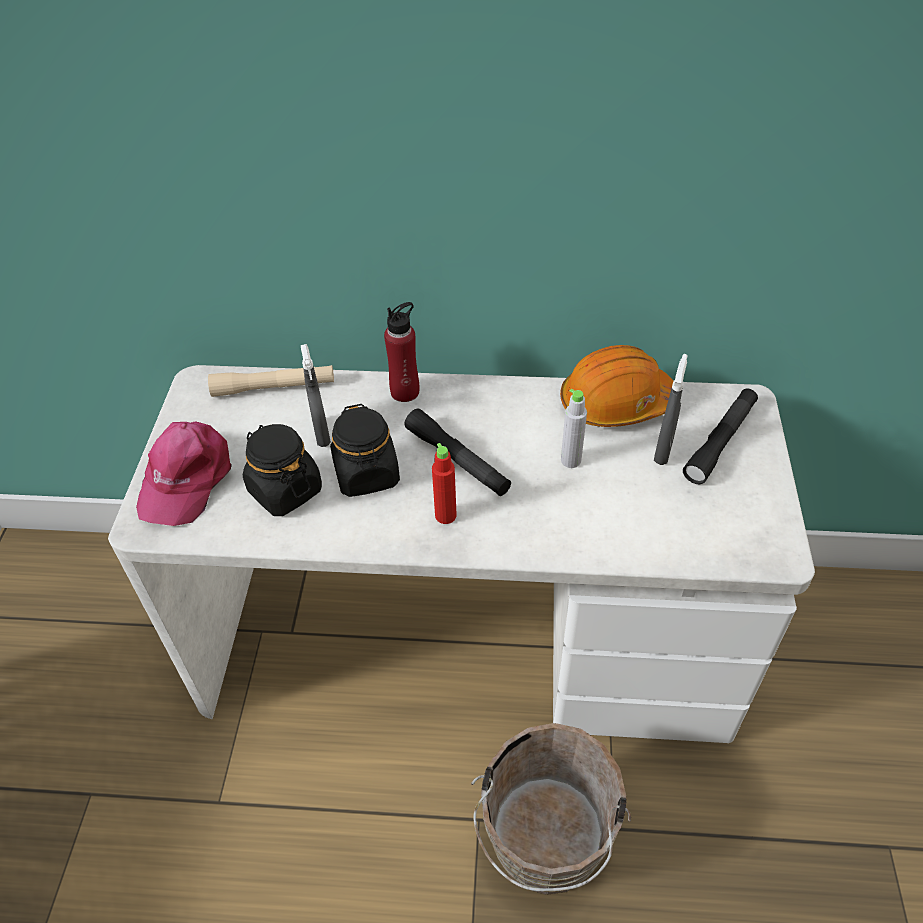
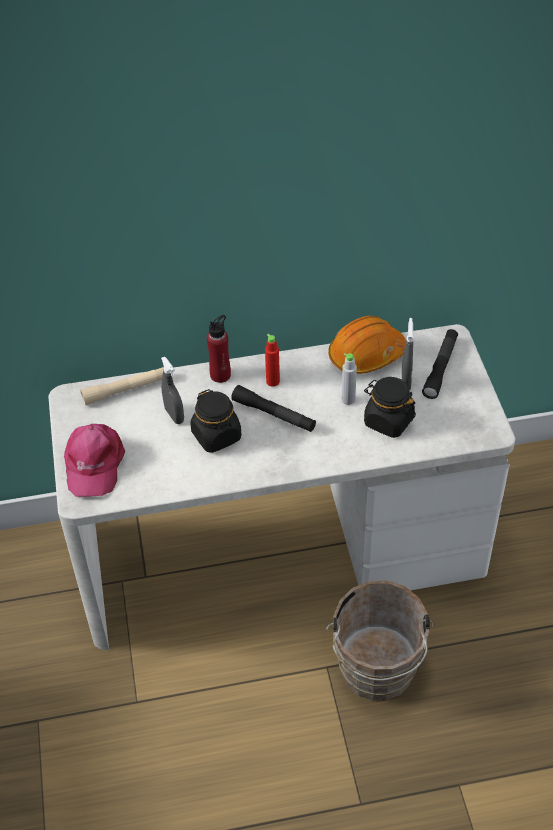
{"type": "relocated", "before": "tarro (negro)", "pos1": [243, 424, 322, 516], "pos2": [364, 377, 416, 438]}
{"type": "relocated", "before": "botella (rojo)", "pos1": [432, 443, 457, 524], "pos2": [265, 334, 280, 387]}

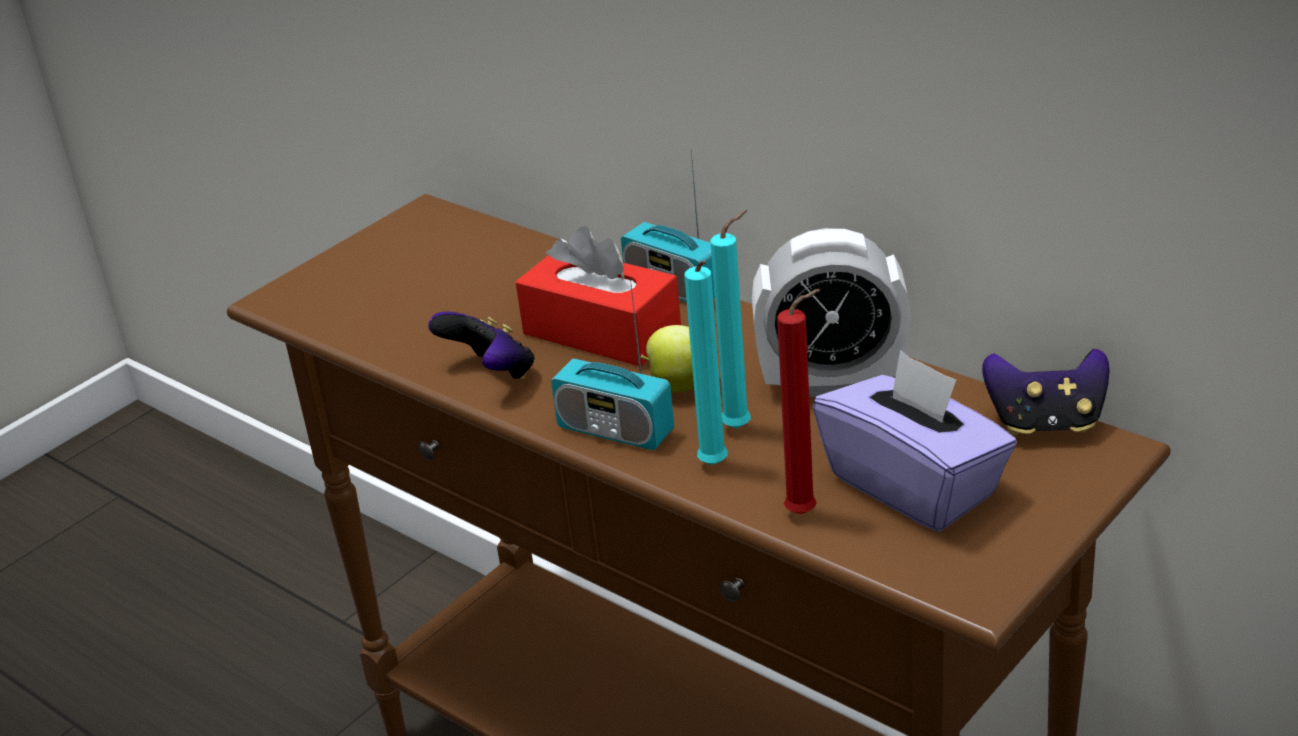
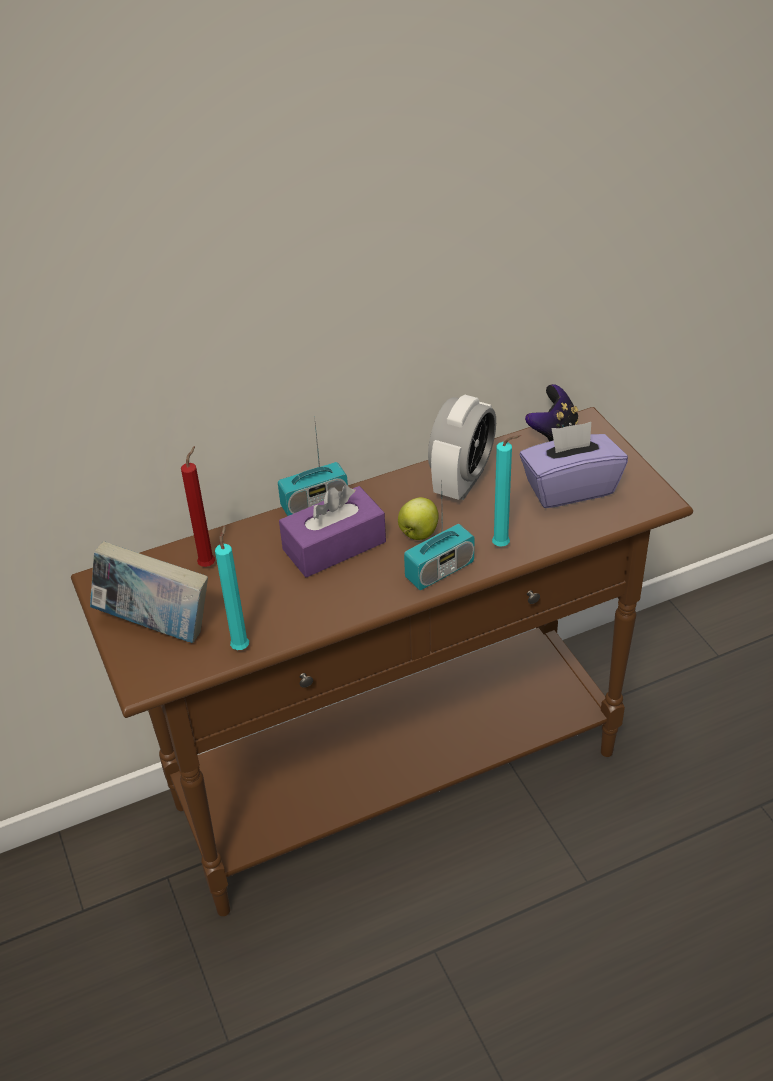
{"type": "missing", "before": "mando de consola", "pos1": [428, 312, 535, 379]}
{"type": "colour", "before": "caja de pañuelos (rojo)", "after": "caja de pañuelos (morado)", "pos1": [516, 226, 681, 366], "pos2": [279, 485, 386, 577]}
{"type": "relocated", "before": "vela (turquesa)", "pos1": [711, 210, 751, 429], "pos2": [215, 525, 249, 650]}
{"type": "relocated", "before": "vela (rojo)", "pos1": [777, 289, 821, 514], "pos2": [181, 446, 215, 567]}
{"type": "appeared", "after": "libro", "pos2": [90, 541, 208, 643]}

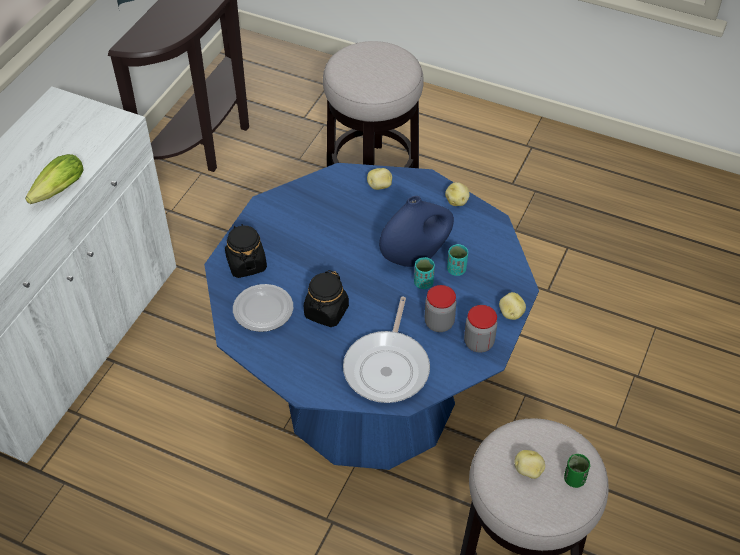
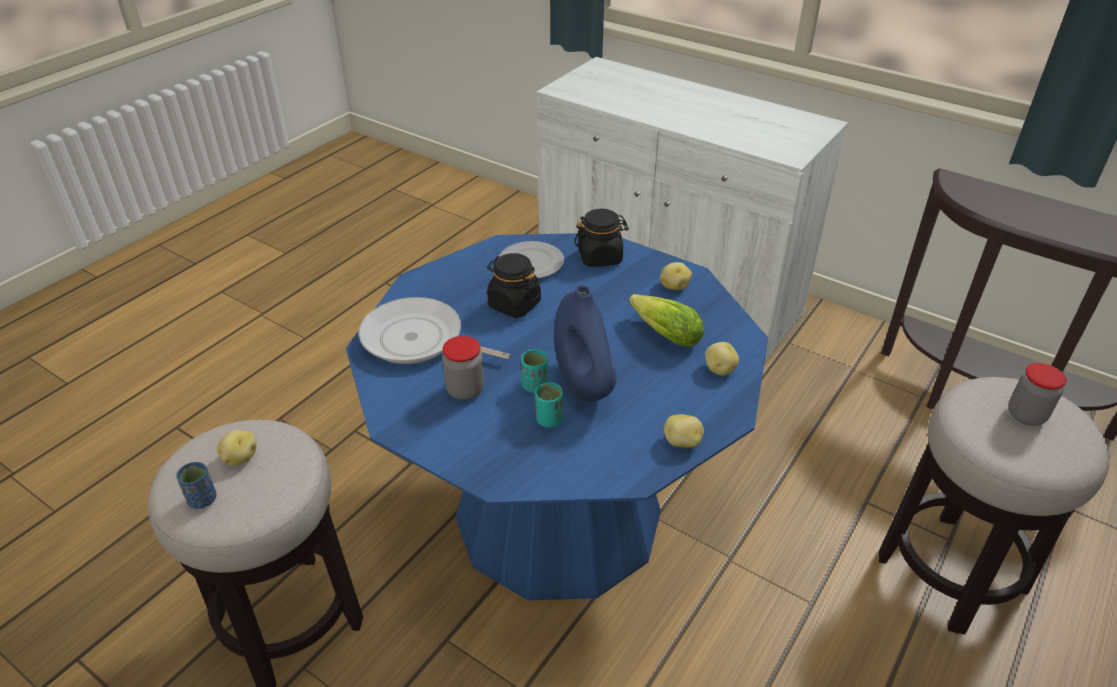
{"type": "relocated", "before": "lechuga", "pos1": [25, 154, 83, 204], "pos2": [629, 294, 704, 347]}
{"type": "relocated", "before": "tarro", "pos1": [464, 305, 497, 353], "pos2": [1009, 363, 1067, 426]}
{"type": "relocated", "before": "patata", "pos1": [499, 292, 526, 320], "pos2": [660, 262, 692, 290]}
{"type": "colour", "before": "taza (verde)", "after": "taza (azul)", "pos1": [564, 454, 590, 488], "pos2": [176, 462, 217, 509]}

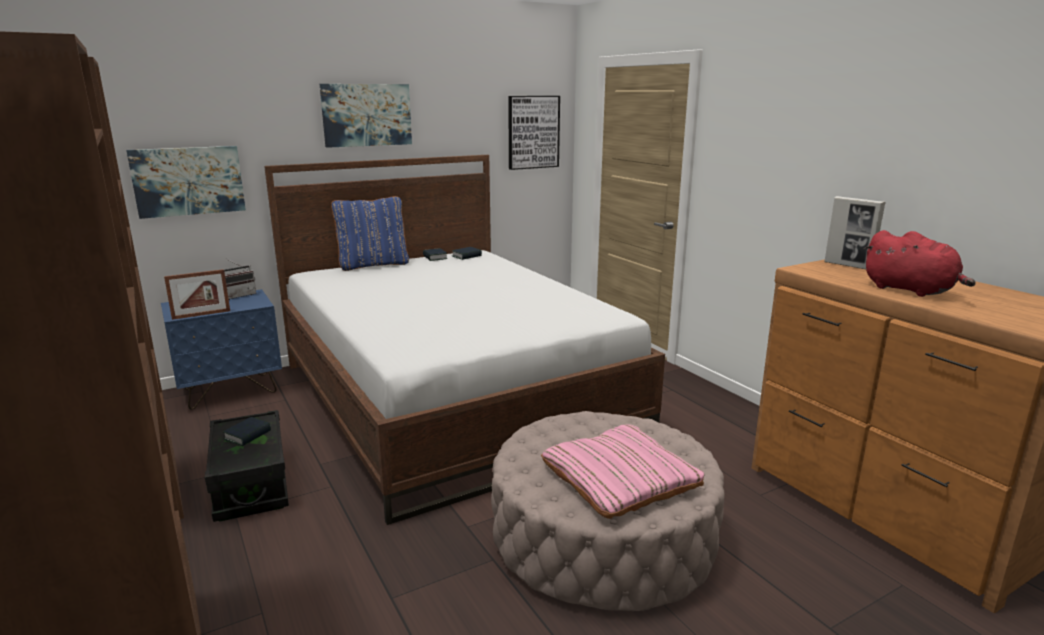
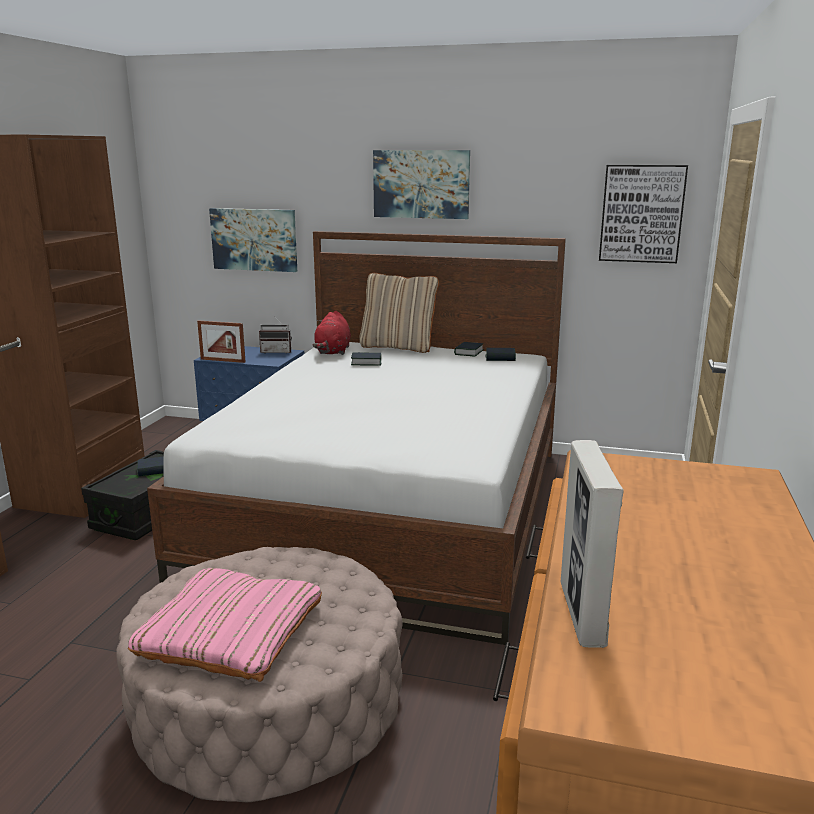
{"type": "colour", "before": "cojín (azul)", "after": "cojín (beis)", "pos1": [331, 196, 409, 271], "pos2": [359, 273, 439, 353]}
{"type": "relocated", "before": "portarretratos", "pos1": [824, 196, 886, 269], "pos2": [561, 440, 624, 648]}
{"type": "relocated", "before": "peluche (rojo)", "pos1": [864, 230, 976, 297], "pos2": [313, 311, 351, 355]}
{"type": "appeared", "after": "libro", "pos2": [351, 352, 381, 366]}

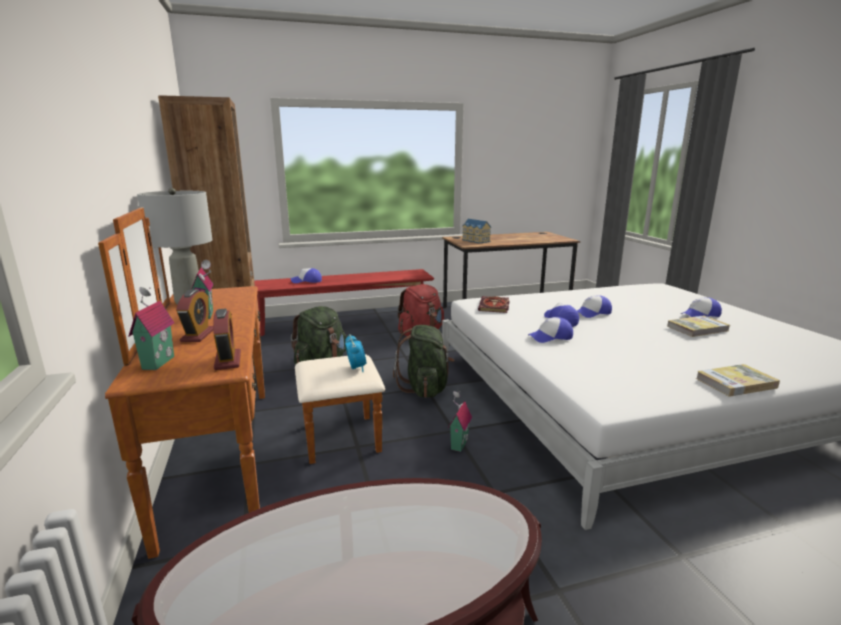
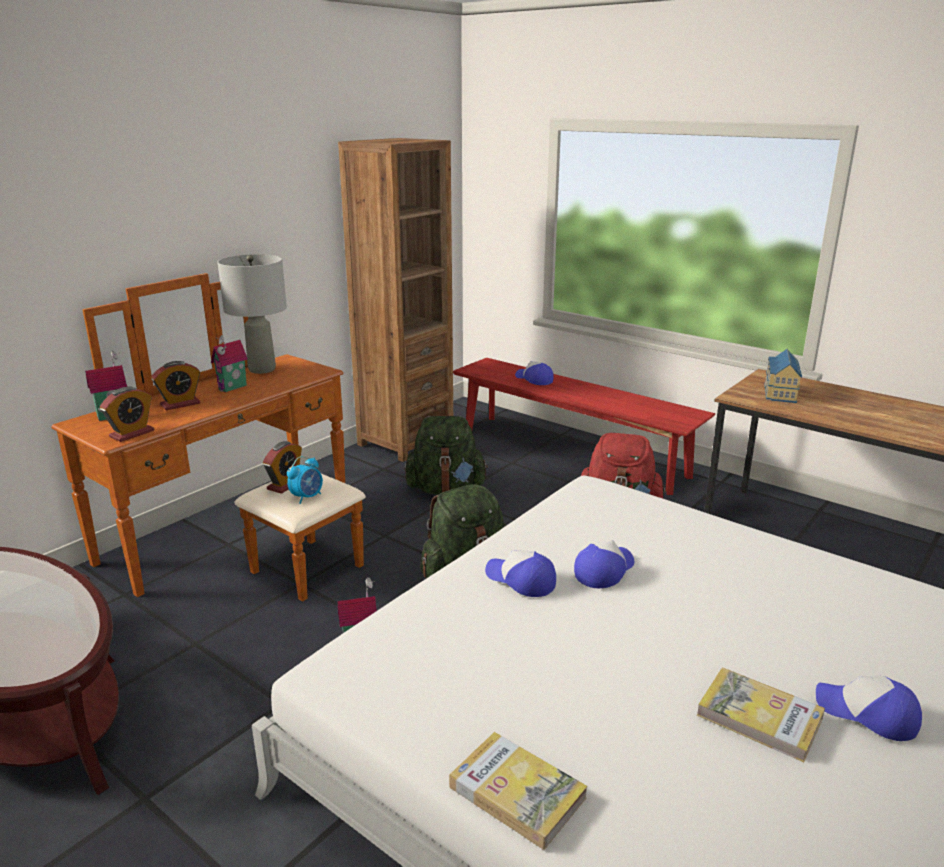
{"type": "missing", "before": "libro", "pos1": [478, 296, 509, 313]}
{"type": "missing", "before": "gorra", "pos1": [577, 295, 612, 318]}
{"type": "appeared", "after": "despertador", "pos2": [263, 441, 302, 494]}

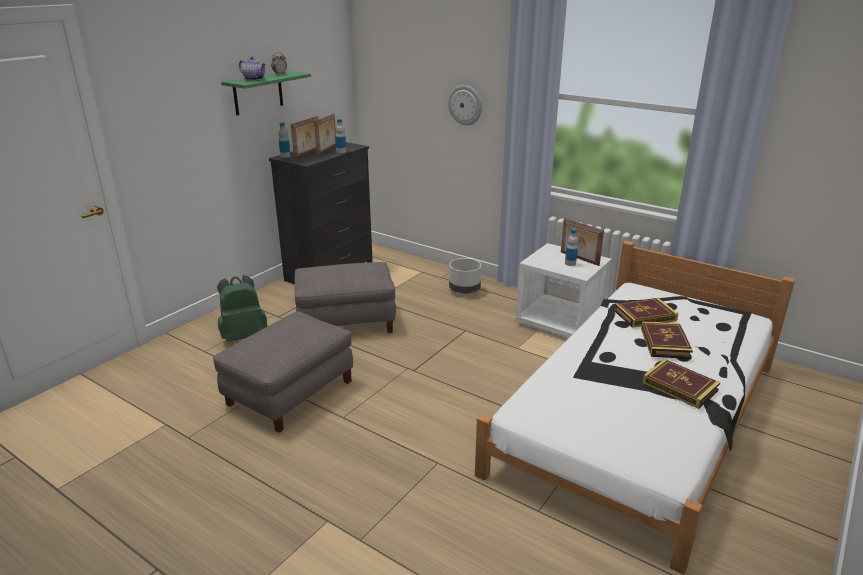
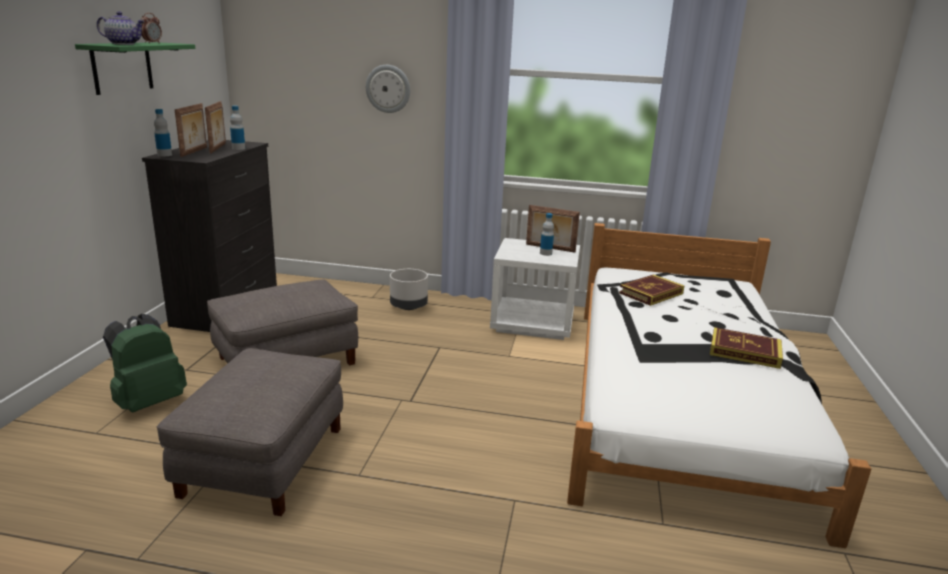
{"type": "missing", "before": "libro", "pos1": [641, 321, 693, 359]}

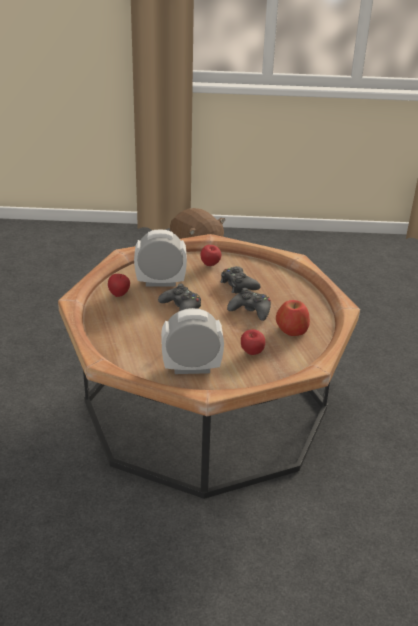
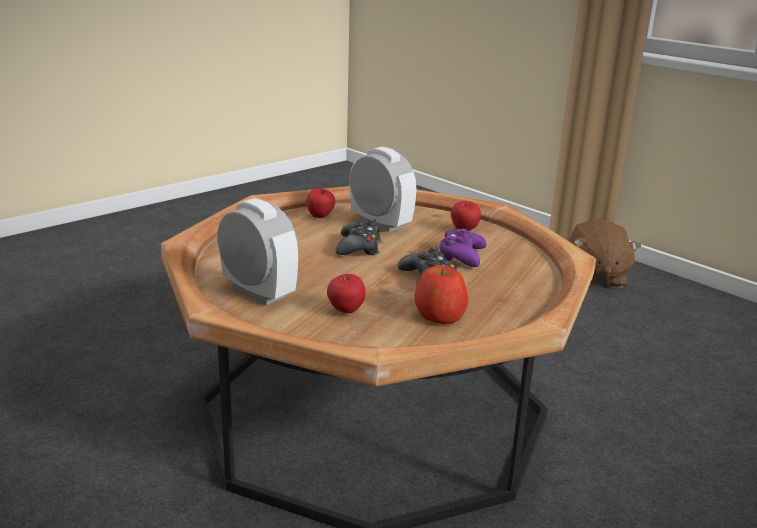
{"type": "colour", "before": "mando de consola (negro)", "after": "mando de consola (morado)", "pos1": [221, 266, 261, 294], "pos2": [439, 229, 487, 267]}

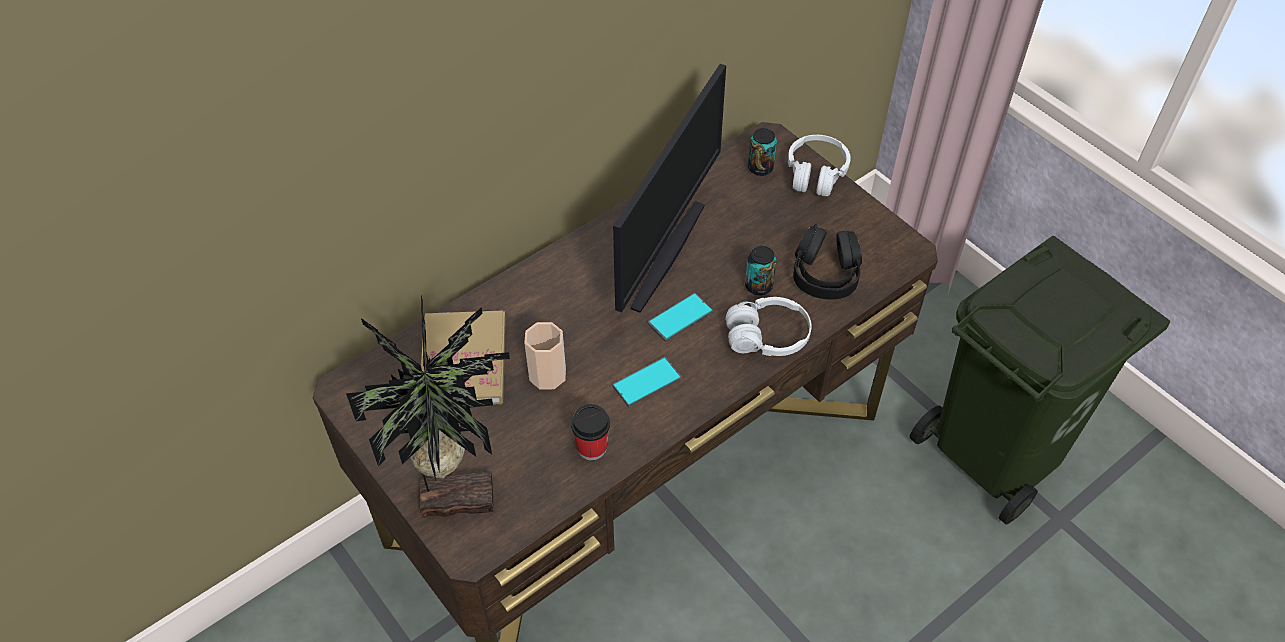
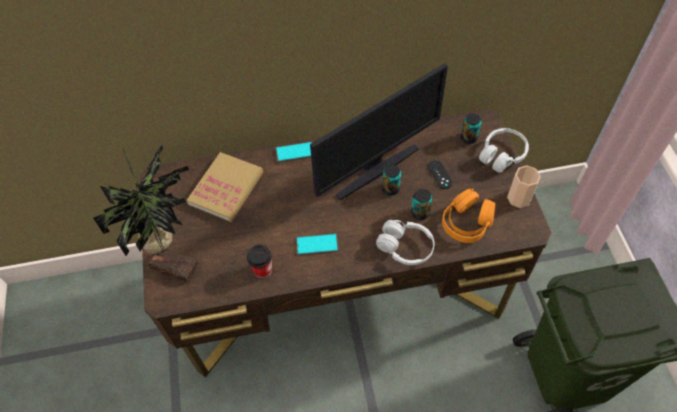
{"type": "relocated", "before": "taza", "pos1": [524, 322, 566, 389], "pos2": [507, 165, 541, 208]}
{"type": "relocated", "before": "móvil", "pos1": [648, 293, 713, 342], "pos2": [275, 142, 312, 162]}
{"type": "colour", "before": "auriculares (negro)", "after": "auriculares (naranja)", "pos1": [793, 224, 862, 300], "pos2": [442, 188, 496, 243]}
{"type": "appeared", "after": "lata", "pos2": [382, 164, 401, 195]}
{"type": "appeared", "after": "mando de consola (negro)", "pos2": [427, 161, 453, 189]}

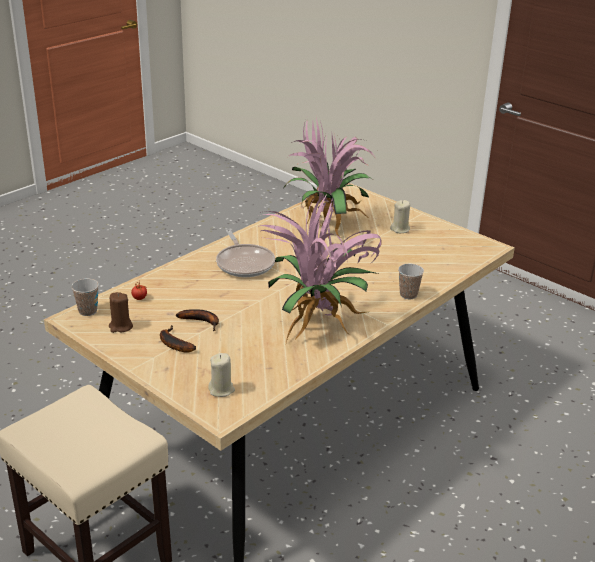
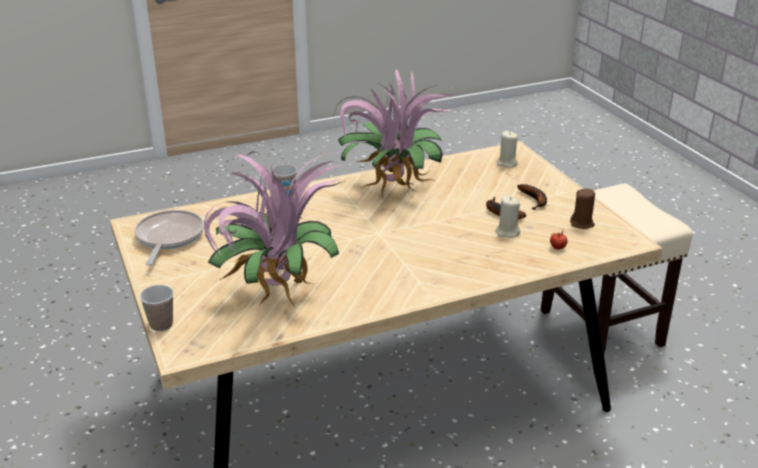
{"type": "relocated", "before": "taza", "pos1": [71, 278, 99, 316], "pos2": [140, 285, 174, 331]}
{"type": "relocated", "before": "sartén", "pos1": [216, 229, 275, 277], "pos2": [134, 210, 204, 266]}
{"type": "relocated", "before": "vela (beis)", "pos1": [390, 200, 410, 233], "pos2": [495, 196, 520, 238]}

